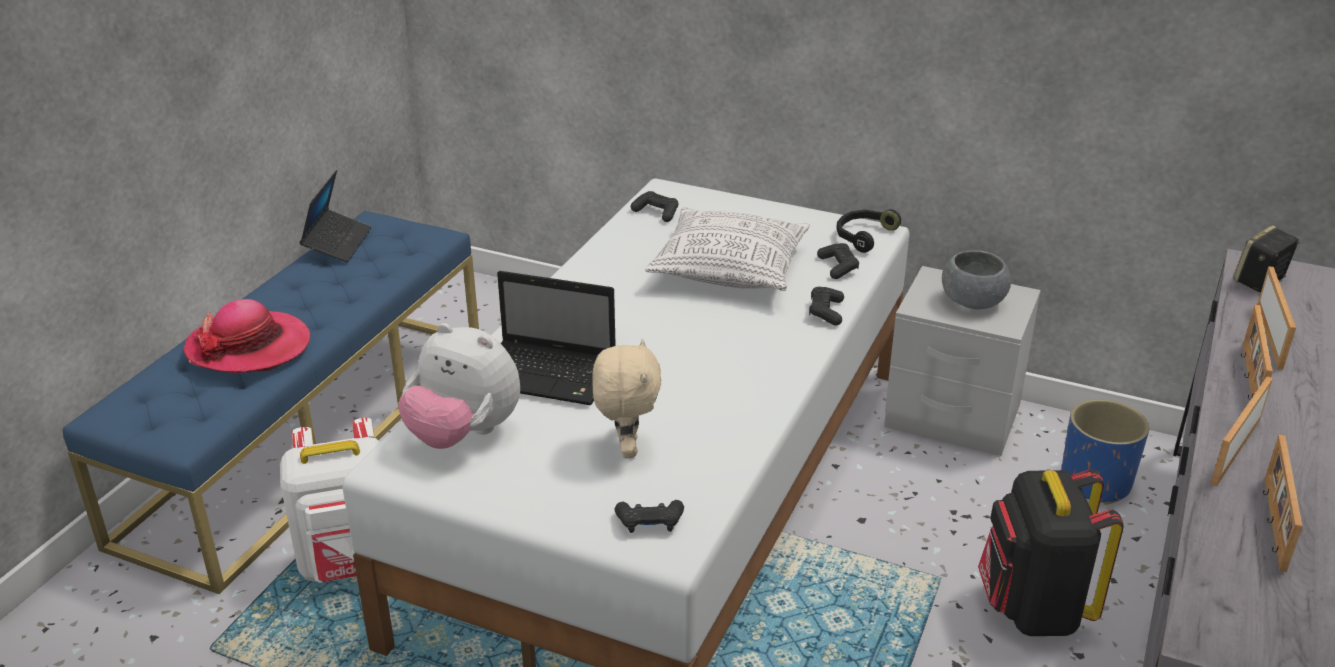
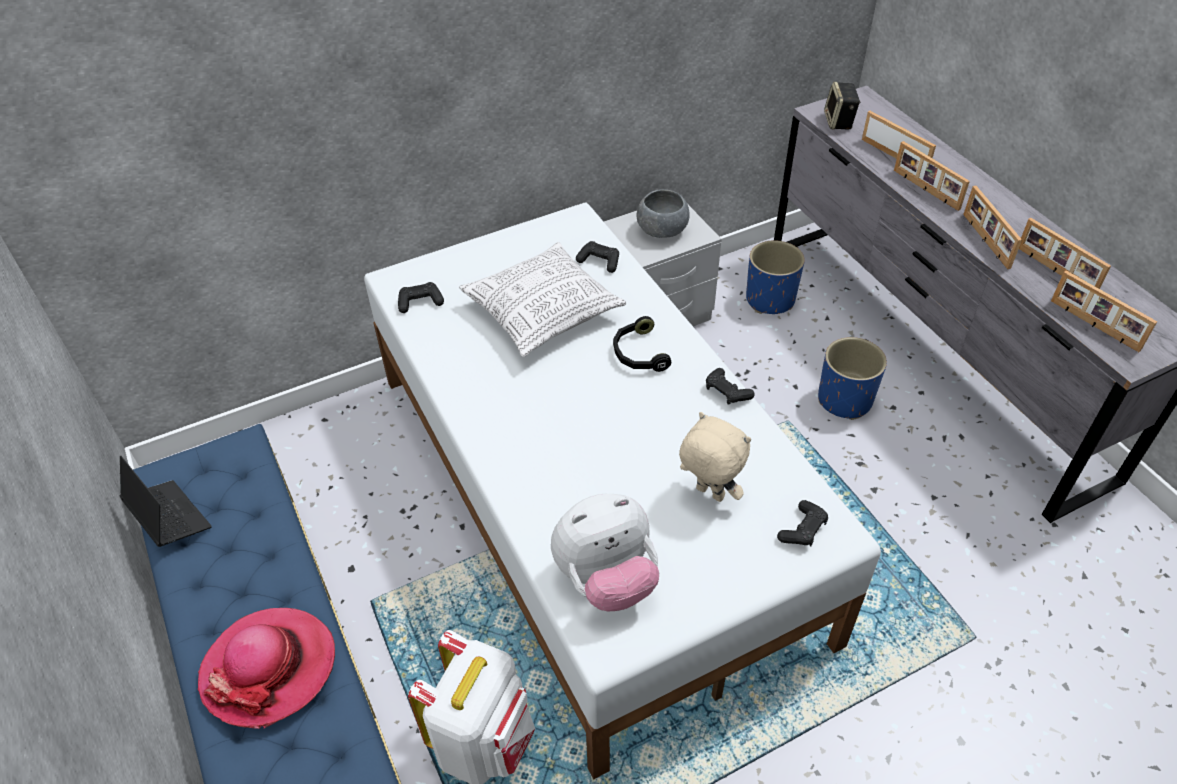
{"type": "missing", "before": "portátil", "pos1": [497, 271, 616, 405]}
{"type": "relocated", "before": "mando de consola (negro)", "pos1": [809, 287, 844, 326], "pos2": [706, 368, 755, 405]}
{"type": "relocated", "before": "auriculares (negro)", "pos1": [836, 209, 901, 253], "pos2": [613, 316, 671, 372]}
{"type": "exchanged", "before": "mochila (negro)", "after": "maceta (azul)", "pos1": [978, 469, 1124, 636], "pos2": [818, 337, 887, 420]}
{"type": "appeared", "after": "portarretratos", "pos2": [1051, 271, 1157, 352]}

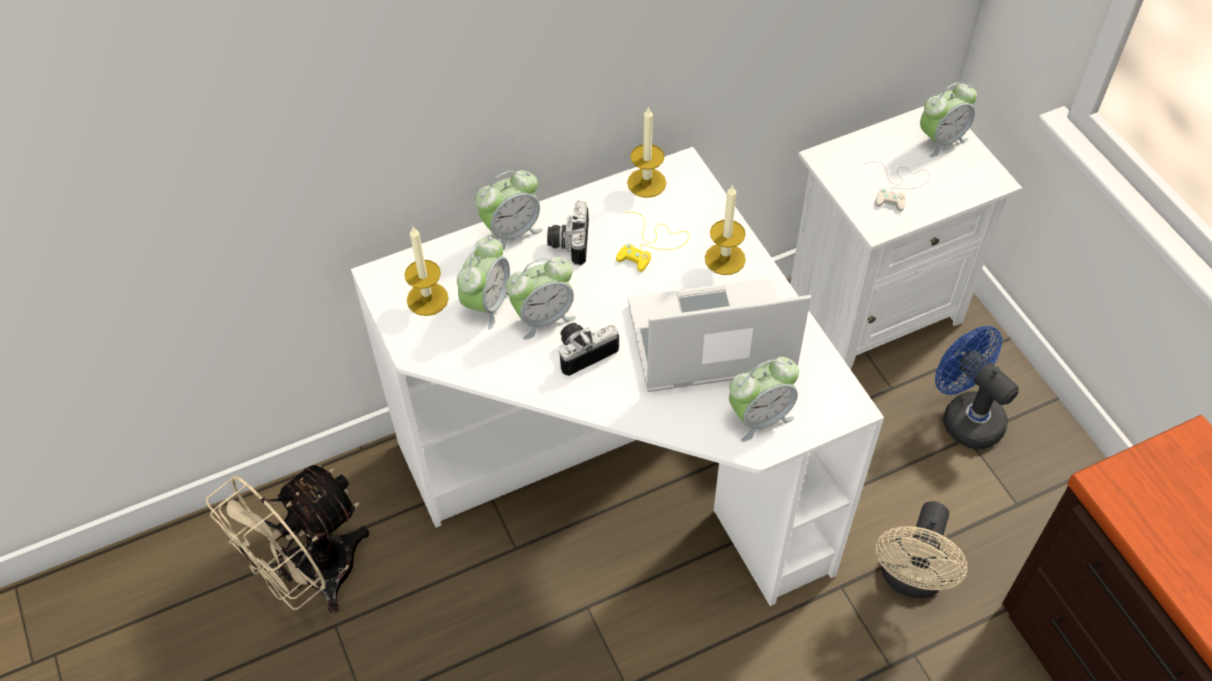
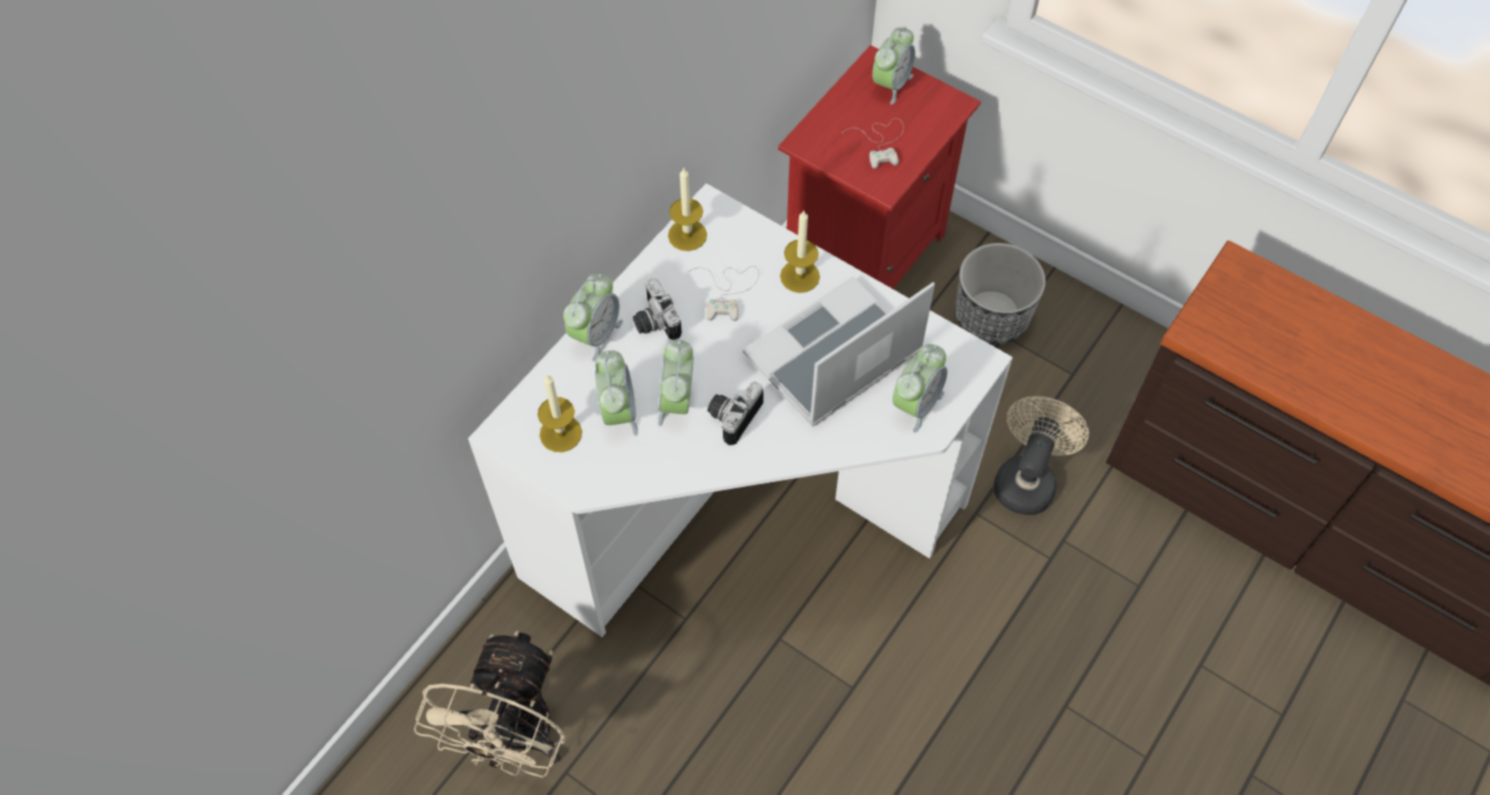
{"type": "spun", "before": "despertador", "pos1": [506, 257, 576, 340], "pos2": [658, 340, 694, 426], "turn": 150}
{"type": "colour", "before": "mando de consola (amarillo)", "after": "mando de consola (blanco)", "pos1": [616, 212, 689, 272], "pos2": [688, 266, 759, 321]}
{"type": "colour", "before": "mesita de noche (blanco)", "after": "mesita de noche (rojo)", "pos1": [790, 106, 1022, 370], "pos2": [778, 45, 981, 289]}
{"type": "spun", "before": "ventilador (beis)", "pos1": [875, 501, 968, 598], "pos2": [994, 396, 1089, 515], "turn": -150}
{"type": "exchanged", "before": "ventilador (azul)", "after": "maceta", "pos1": [935, 326, 1019, 449], "pos2": [955, 243, 1045, 344]}

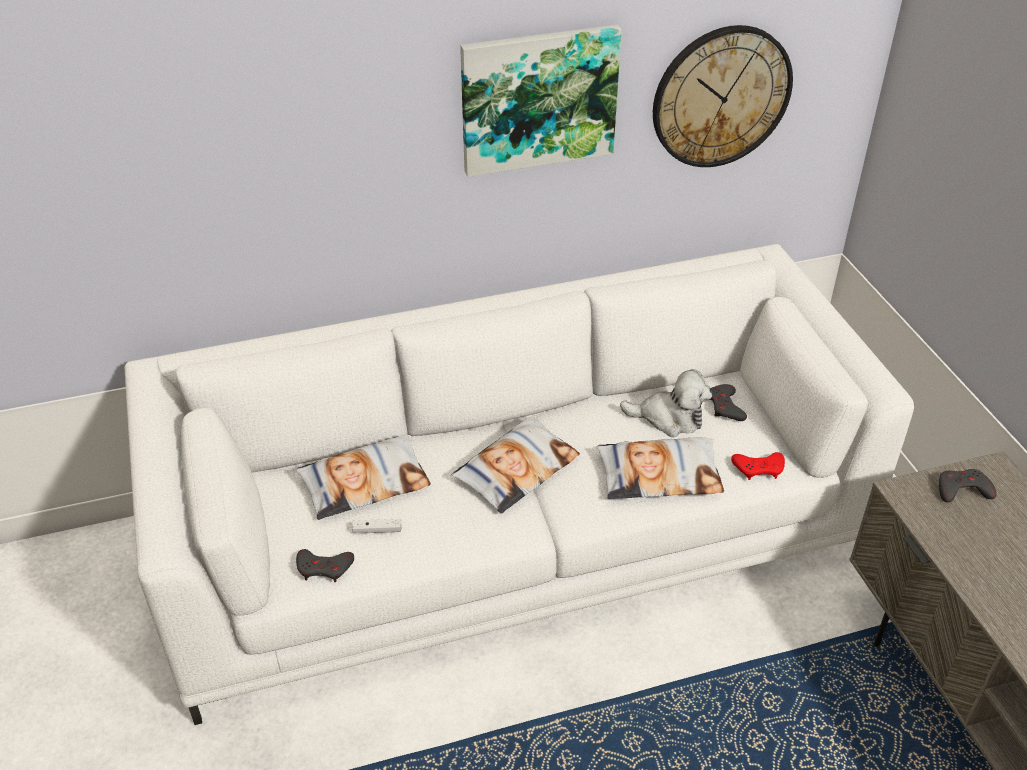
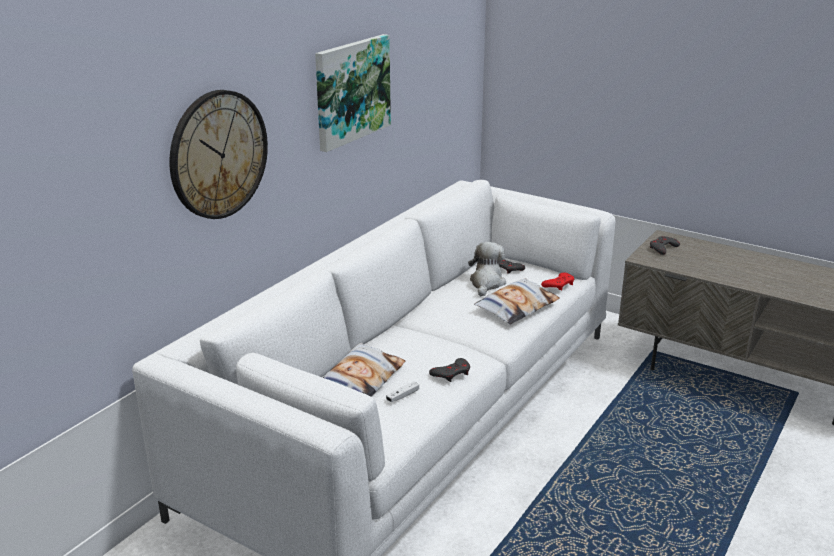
{"type": "relocated", "before": "mando de consola (gris)", "pos1": [296, 549, 354, 582], "pos2": [429, 358, 470, 382]}
{"type": "missing", "before": "cojín", "pos1": [452, 415, 580, 514]}
{"type": "spun", "before": "peluche", "pos1": [620, 369, 712, 437], "pos2": [468, 242, 506, 296], "turn": -45}
{"type": "relocated", "before": "reloj de pared", "pos1": [653, 25, 793, 167], "pos2": [169, 90, 268, 219]}

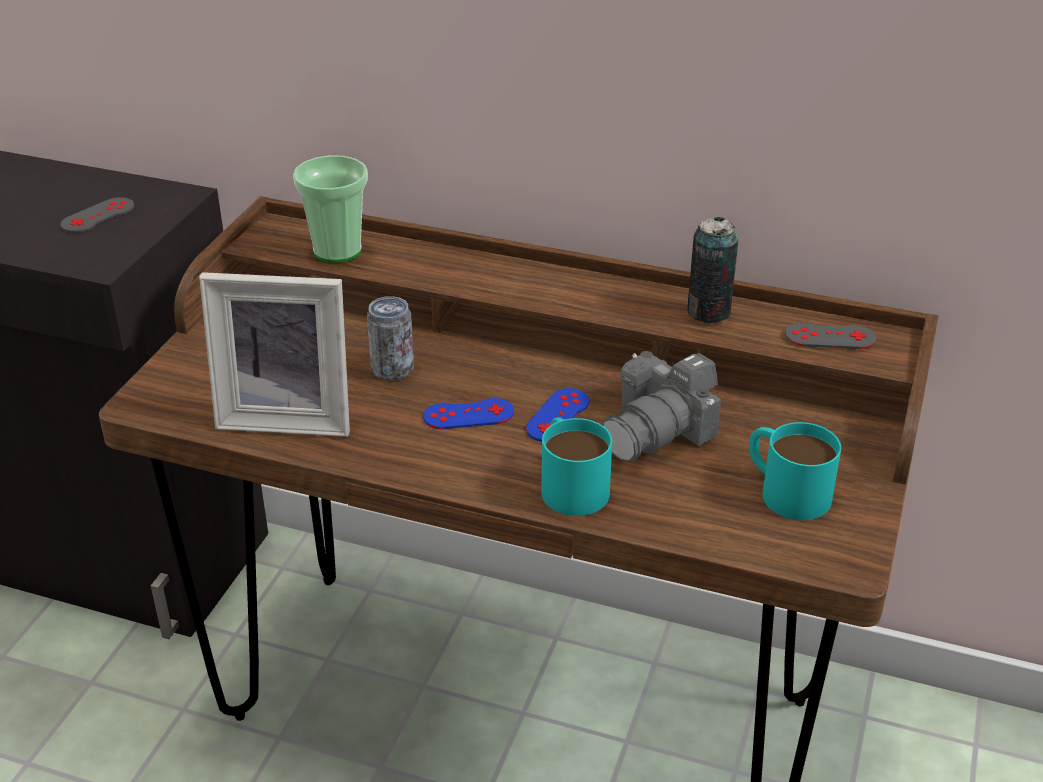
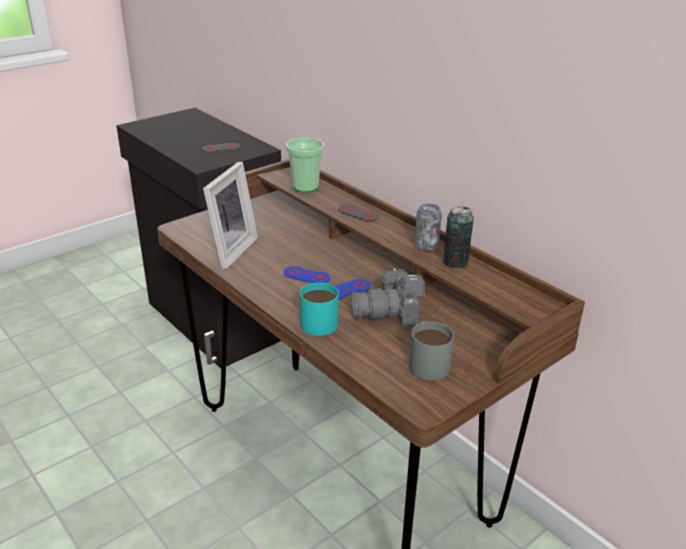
{"type": "spun", "before": "portarretratos", "pos1": [199, 272, 350, 437], "pos2": [203, 162, 258, 269], "turn": -105}
{"type": "relocated", "before": "lata", "pos1": [367, 296, 414, 381], "pos2": [414, 203, 442, 251]}
{"type": "colour", "before": "taza grande (turquesa)", "after": "taza grande (gris)", "pos1": [749, 422, 841, 520], "pos2": [409, 321, 454, 380]}
{"type": "relocated", "before": "mando de consola (gris)", "pos1": [785, 322, 876, 349], "pos2": [338, 204, 379, 221]}

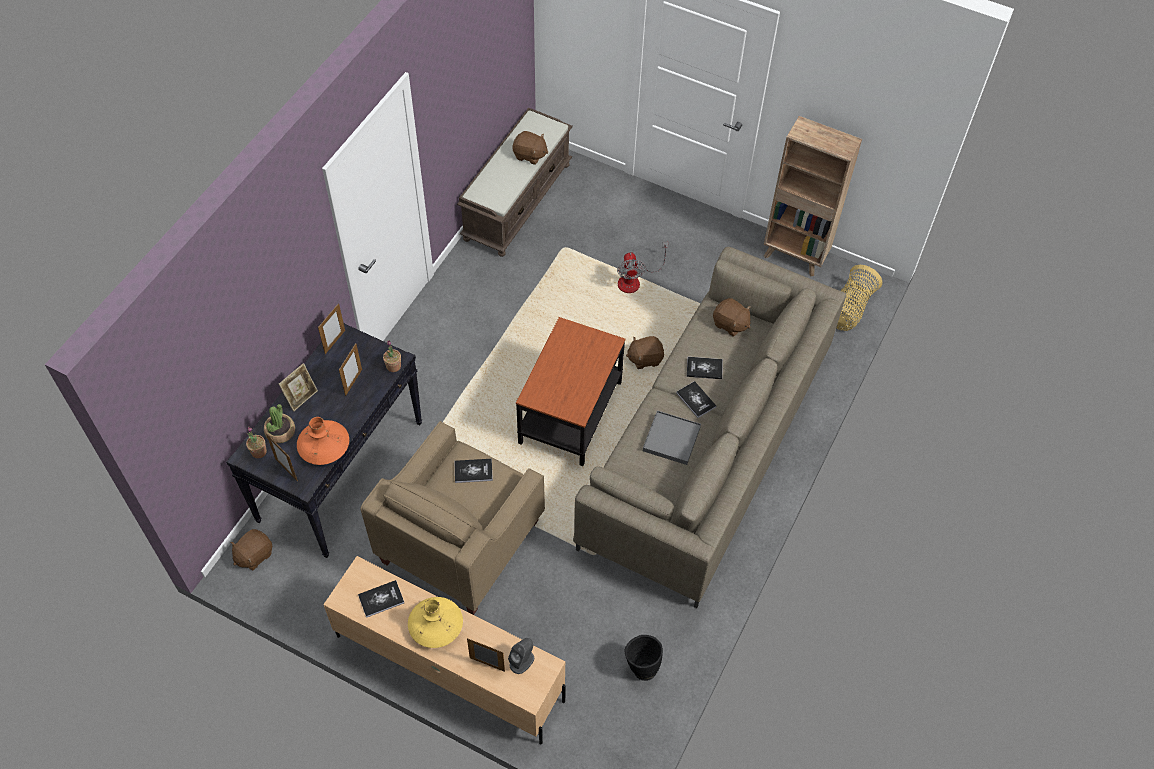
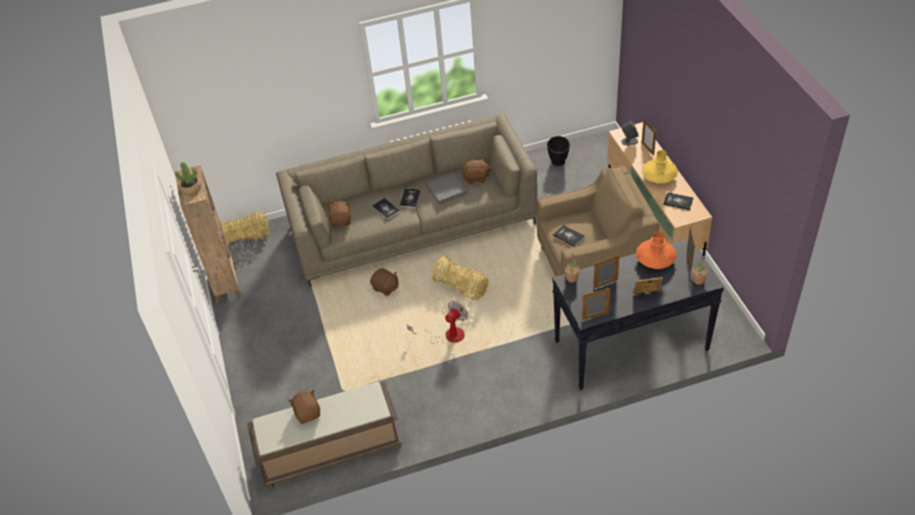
{"type": "relocated", "before": "peluche (marrón)", "pos1": [230, 529, 273, 570], "pos2": [462, 158, 491, 184]}
{"type": "relocated", "before": "planta en maceta", "pos1": [264, 404, 295, 443], "pos2": [176, 162, 201, 195]}
{"type": "exchanged", "before": "mesa auxiliar", "after": "cesta", "pos1": [516, 317, 625, 466], "pos2": [432, 256, 489, 300]}
{"type": "relocated", "before": "ventilador", "pos1": [617, 242, 668, 293], "pos2": [407, 301, 468, 344]}

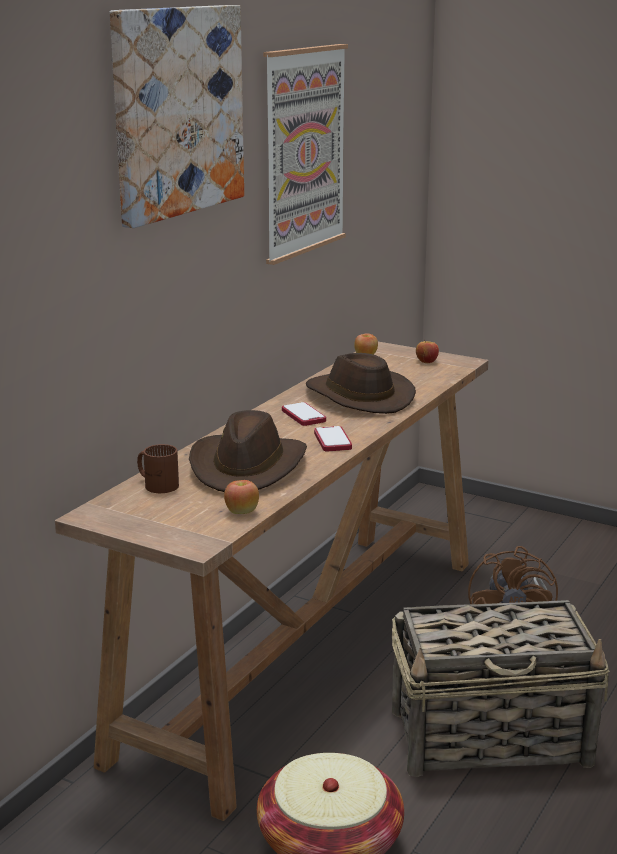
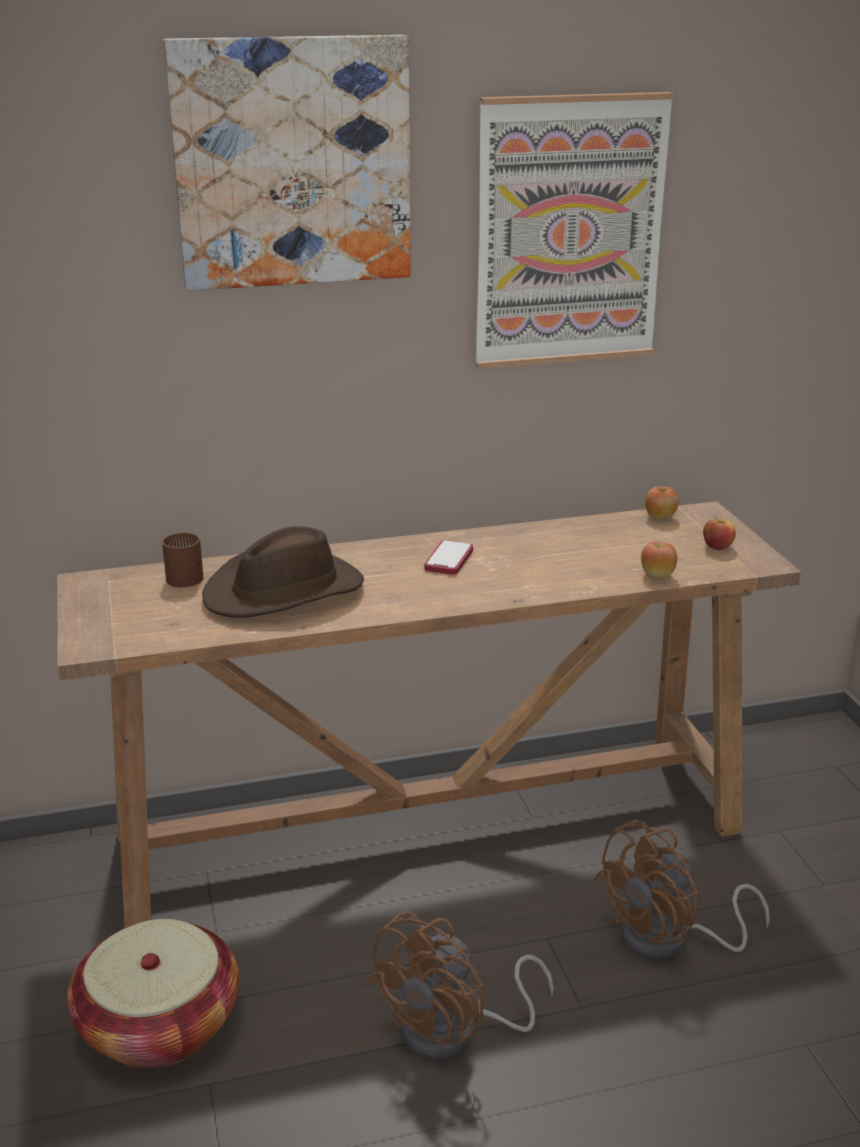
{"type": "relocated", "before": "manzana", "pos1": [224, 480, 259, 514], "pos2": [641, 541, 677, 578]}
{"type": "missing", "before": "sombrero (marrón)", "pos1": [306, 353, 416, 414]}
{"type": "missing", "before": "móvil", "pos1": [314, 426, 352, 451]}
{"type": "exchanged", "before": "cesta", "after": "ventilador (marrón)", "pos1": [392, 600, 609, 777], "pos2": [366, 912, 554, 1059]}

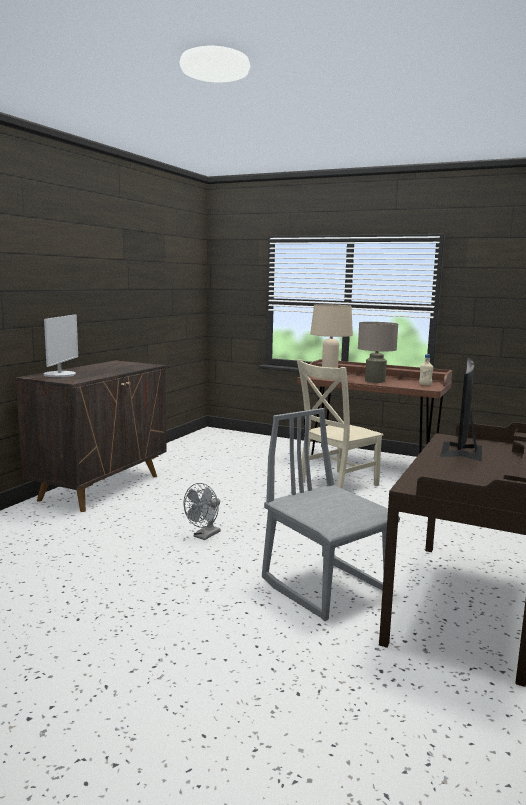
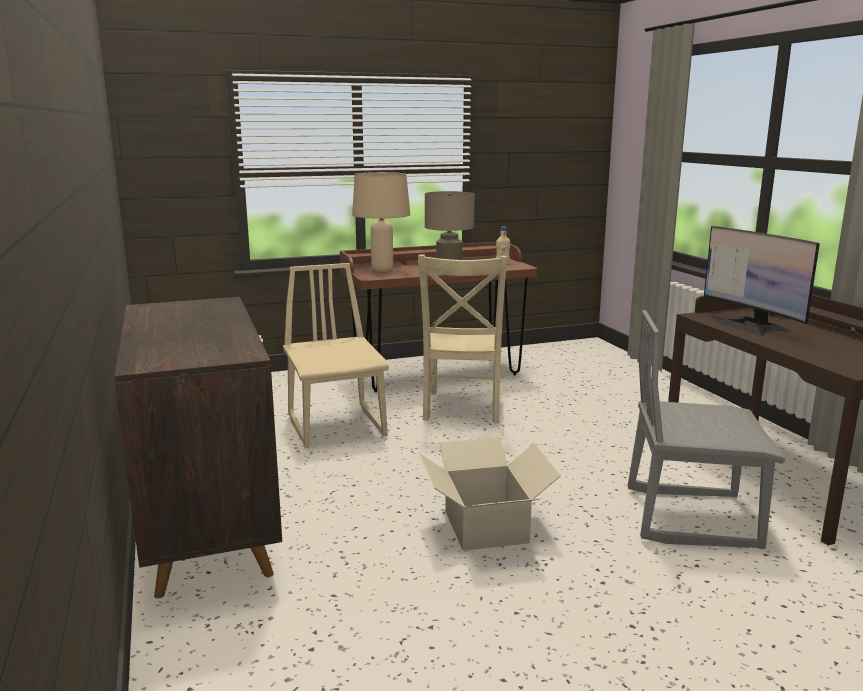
{"type": "missing", "before": "monitor", "pos1": [44, 314, 78, 377]}
{"type": "exchanged", "before": "ventilador (gris)", "after": "caja de cartón", "pos1": [183, 483, 221, 540], "pos2": [418, 437, 561, 551]}
{"type": "appeared", "after": "silla (beis)", "pos2": [283, 263, 389, 448]}

